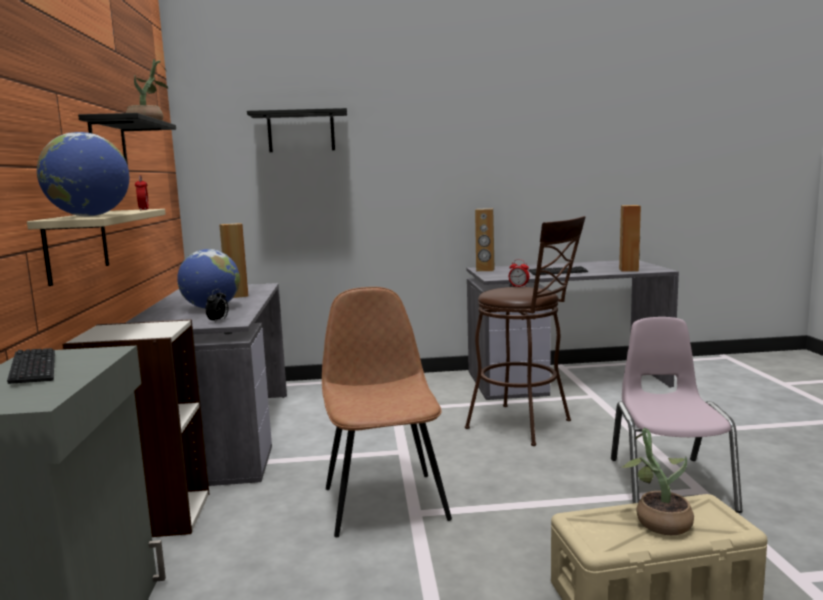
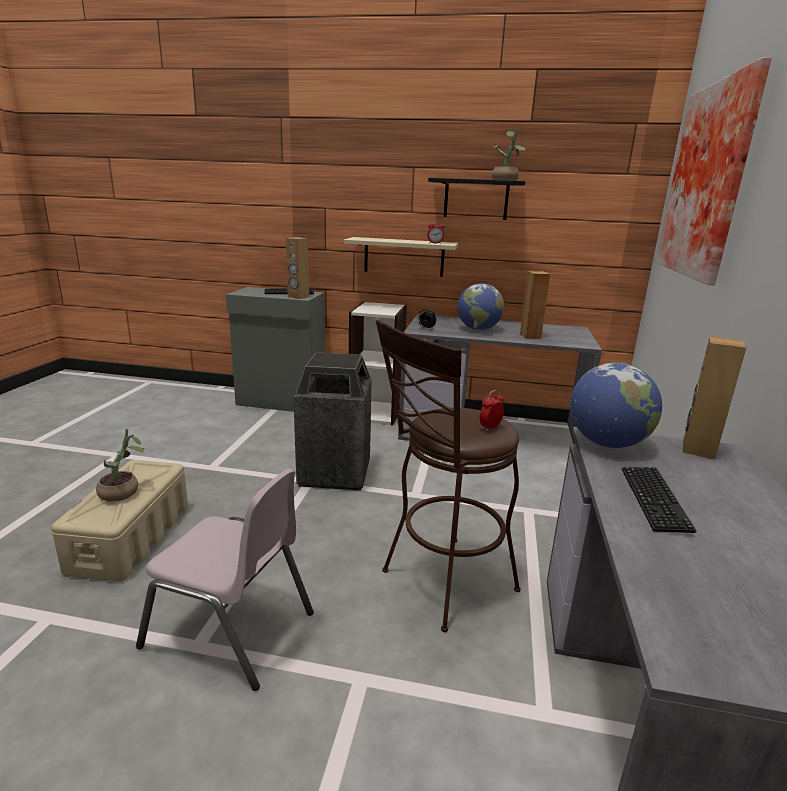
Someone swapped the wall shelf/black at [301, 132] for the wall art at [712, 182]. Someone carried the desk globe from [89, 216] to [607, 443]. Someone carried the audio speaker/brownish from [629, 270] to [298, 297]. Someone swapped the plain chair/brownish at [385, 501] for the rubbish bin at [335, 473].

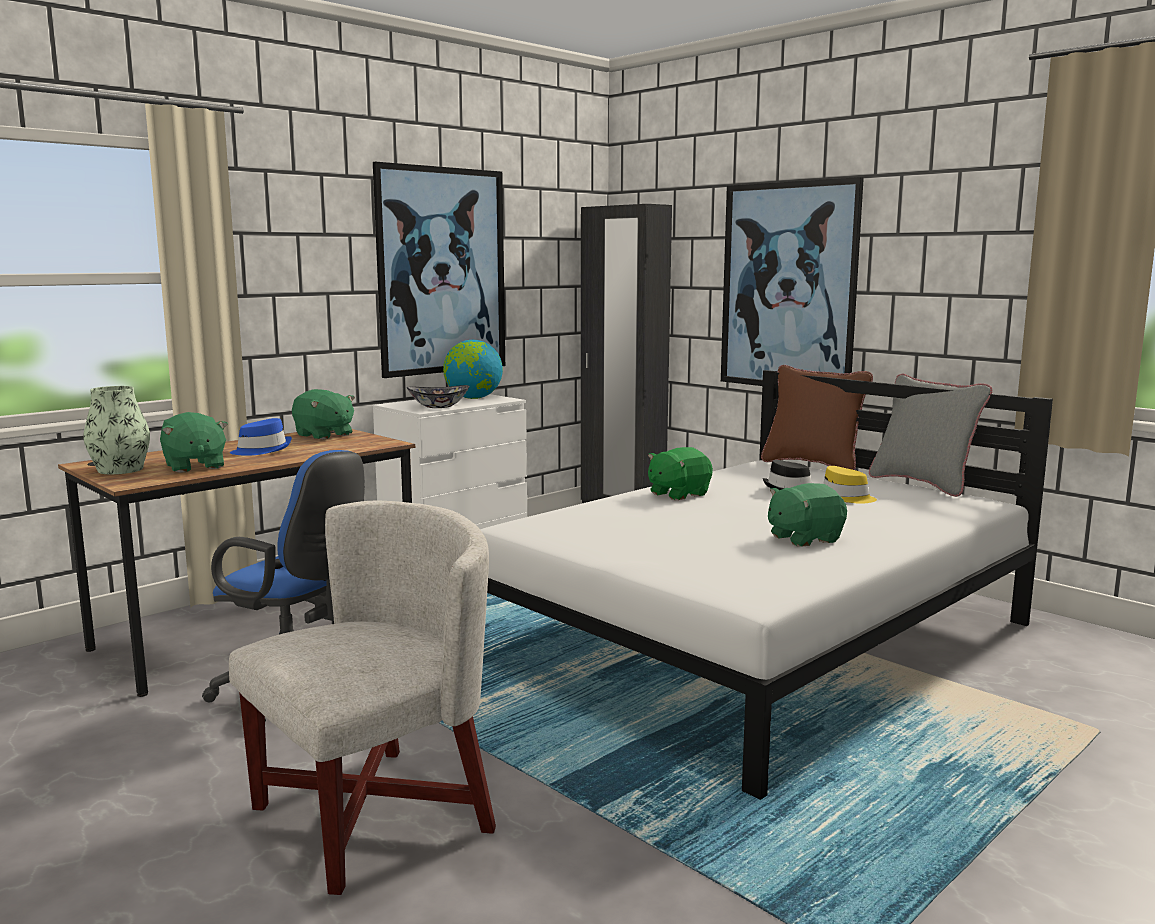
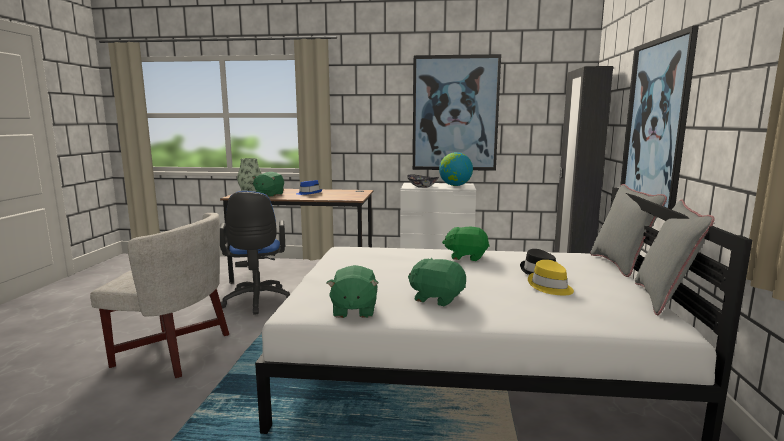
Someone repainted the cushion/brownish at [812, 465], which became the cushion/grey at [620, 265]. Someone carried the plush toy/green-coloured from [324, 435] to [353, 310].

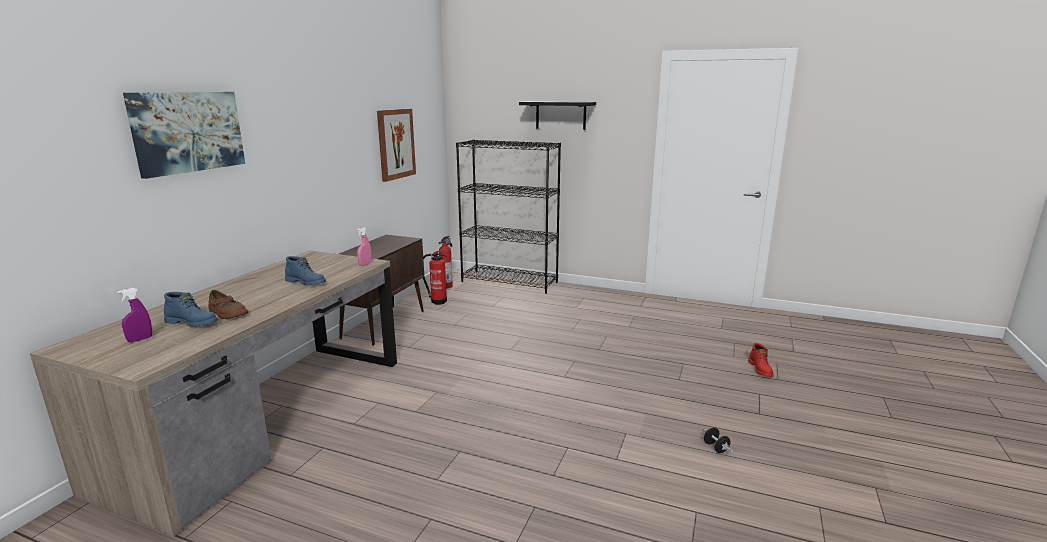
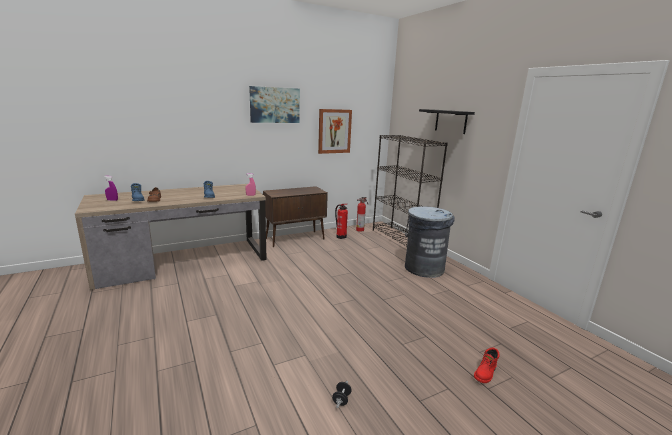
Someone carried the wall art from [188, 132] to [275, 105]. Someone put down the rubbish bin/grey at [424, 268].

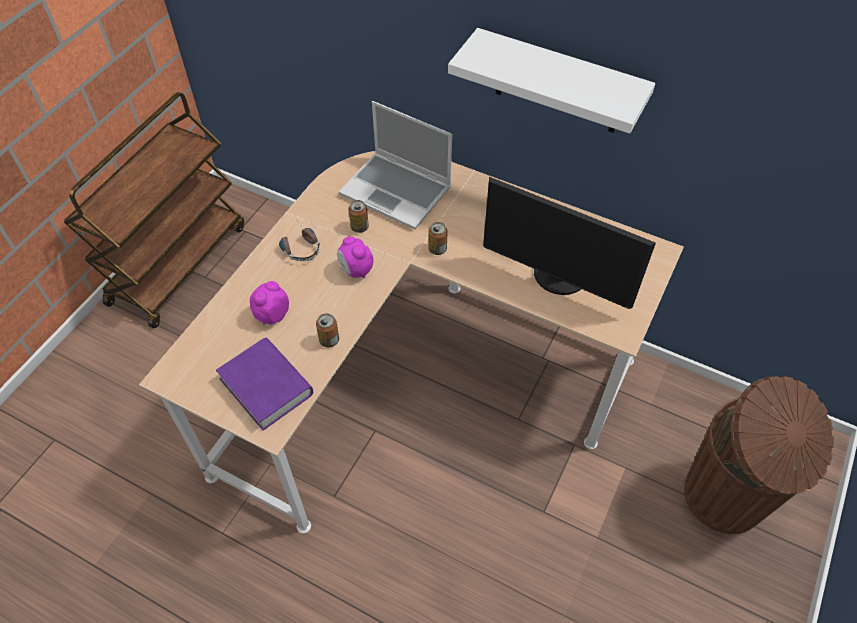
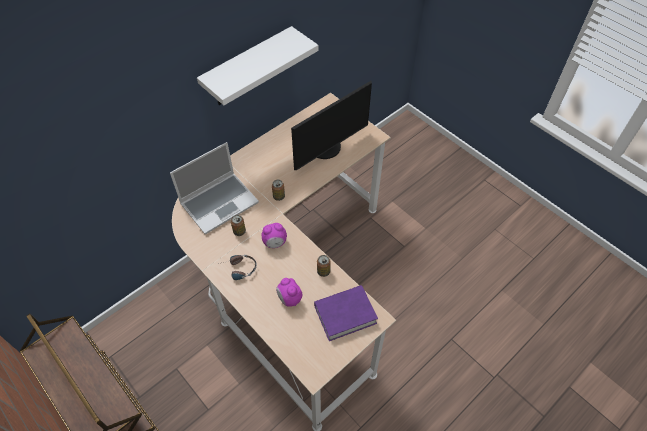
Someone took away the rubbish bin/brownish at [726, 498].

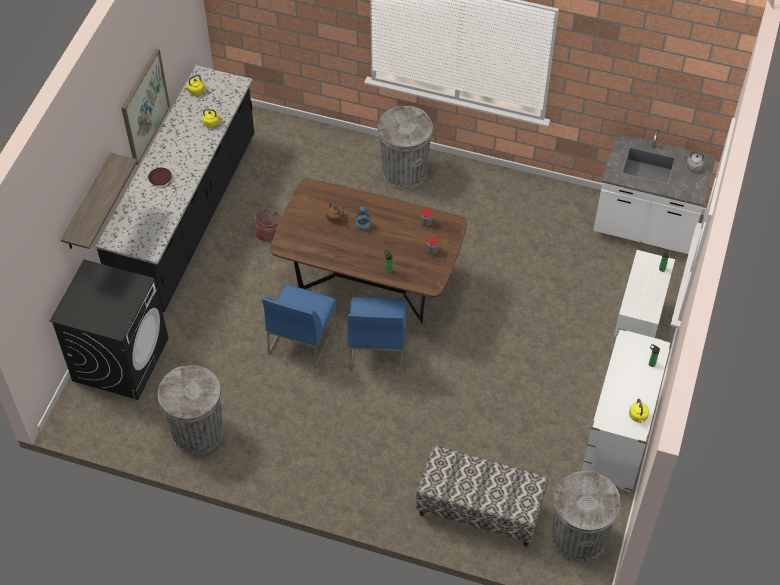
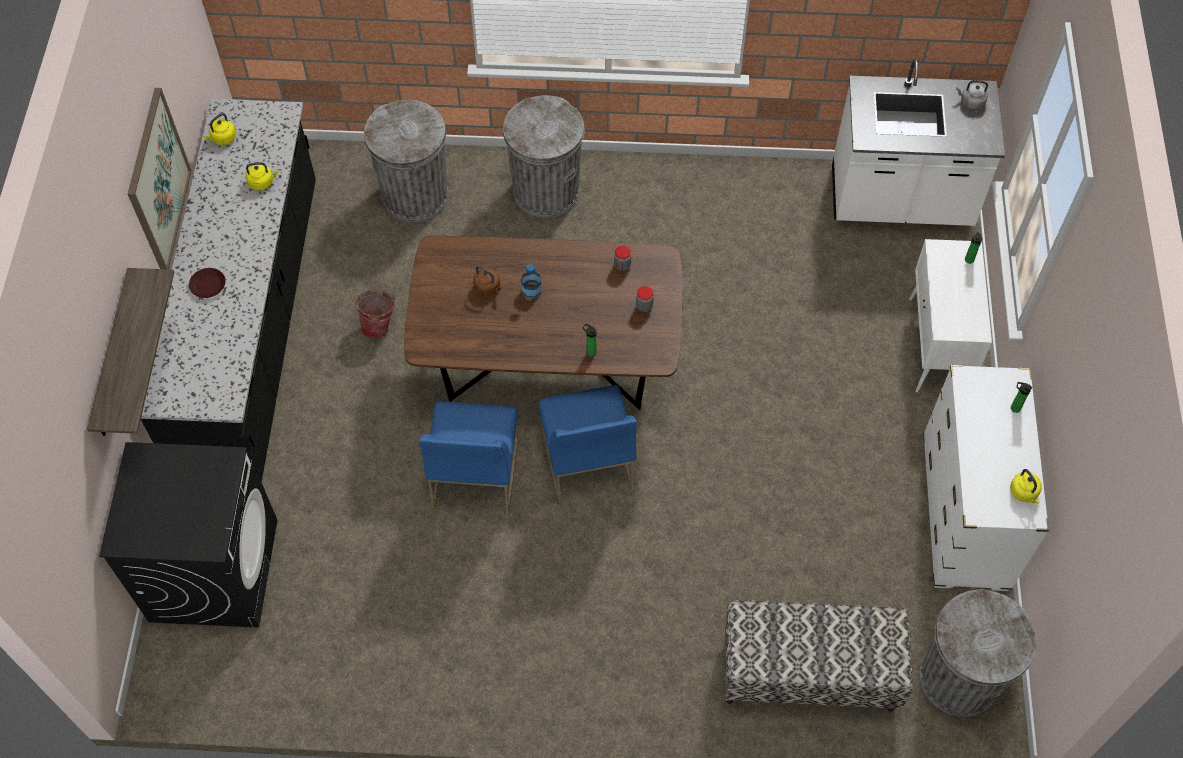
Someone carried the rubbish bin/grey from [198, 432] to [415, 195].

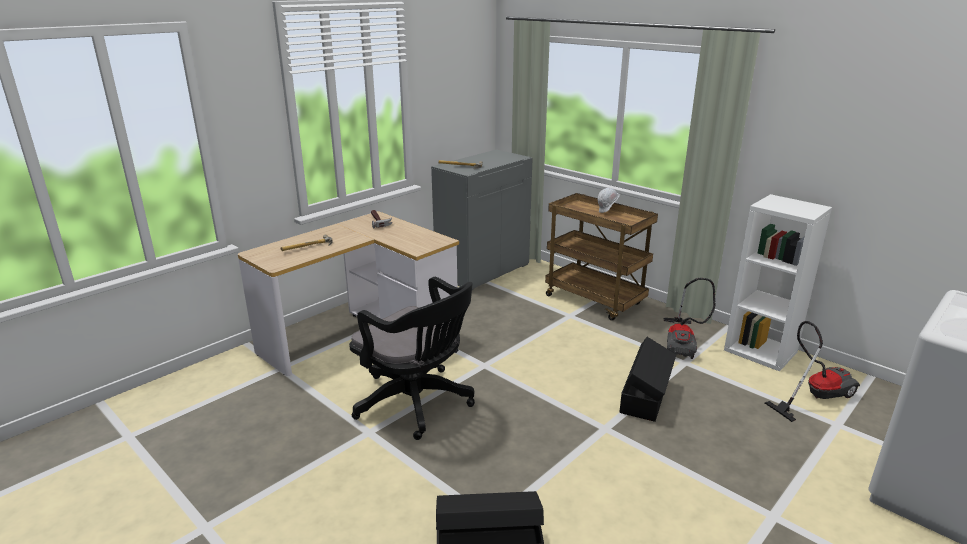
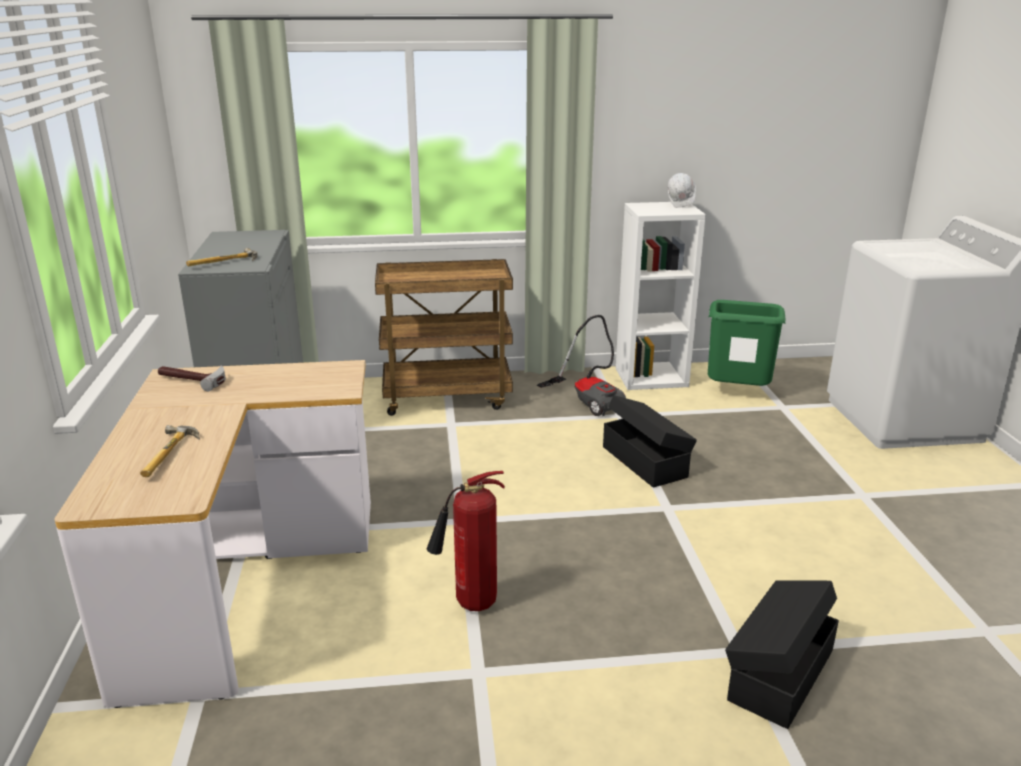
Someone carried the work helmet/white from [607, 211] to [681, 205]. Someone swapped the desk chair/black at [417, 404] for the fire extinguisher at [471, 605]. Someone swapped the vacuum cleaner at [814, 395] for the rubbish bin/green-coloured at [737, 393].

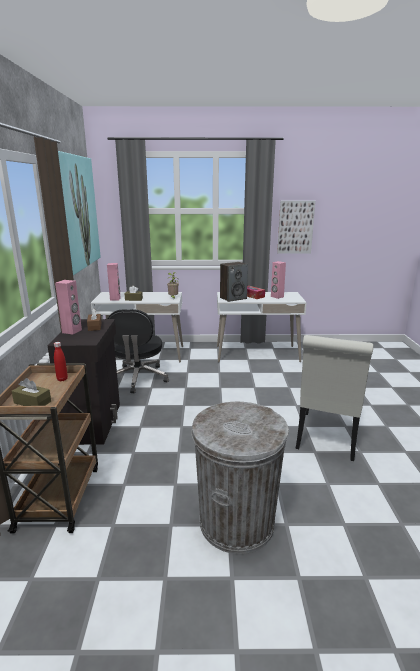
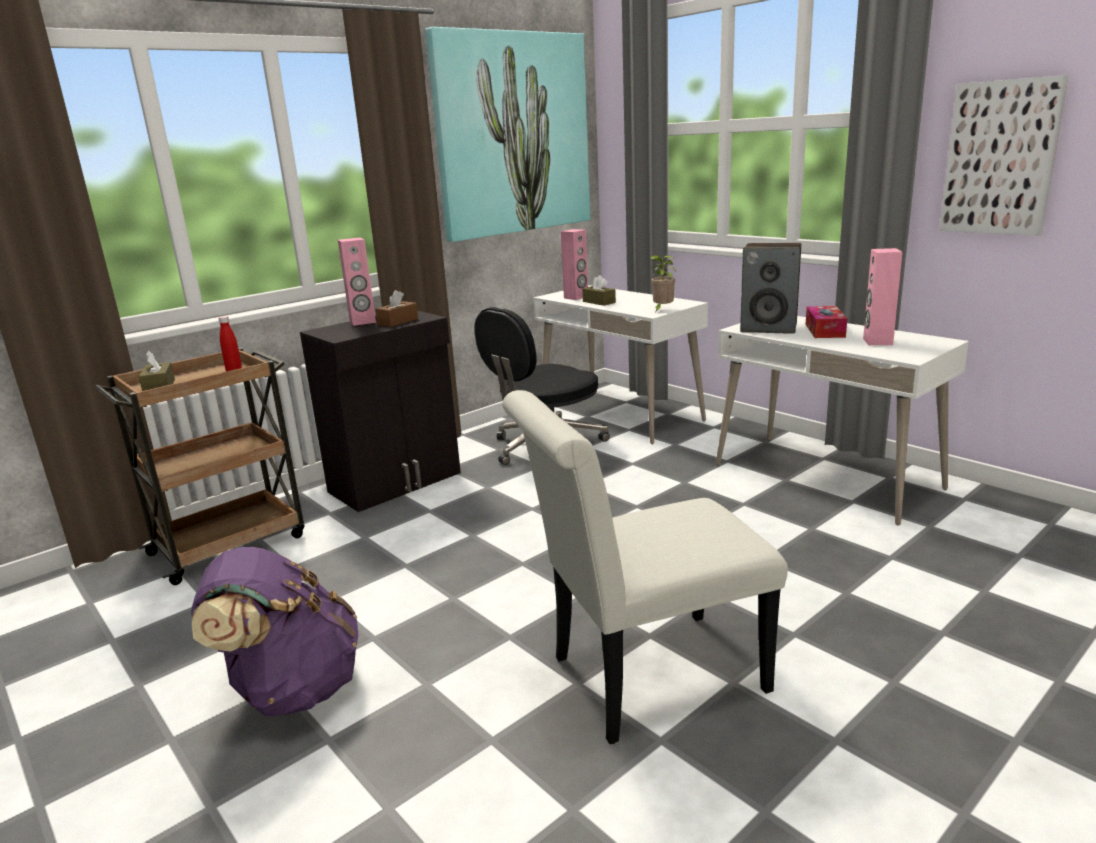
Someone swapped the rubbish bin/grey at [236, 522] for the rucksack/purple-coloured at [292, 688].

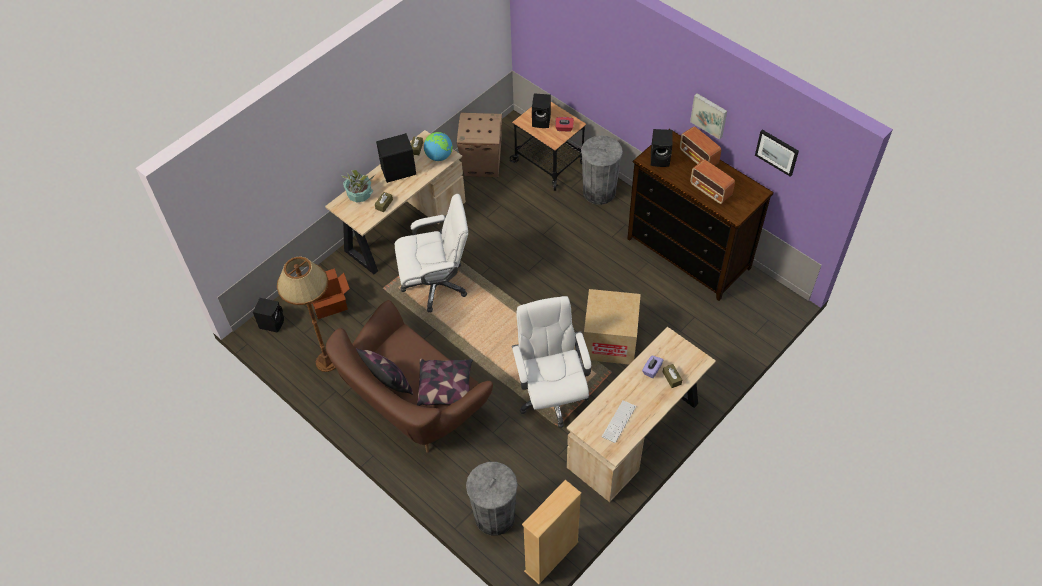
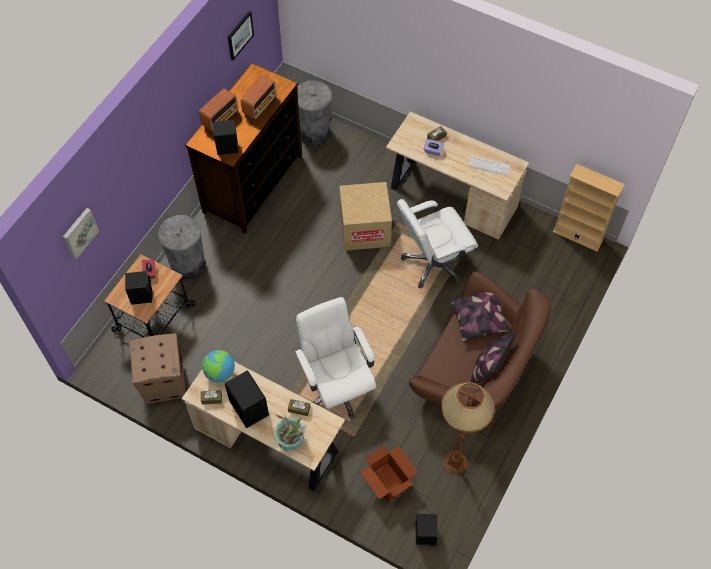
Someone carried the wall art from [709, 115] to [79, 232]. Someone carried the rubbish bin/grey from [494, 516] to [314, 133].

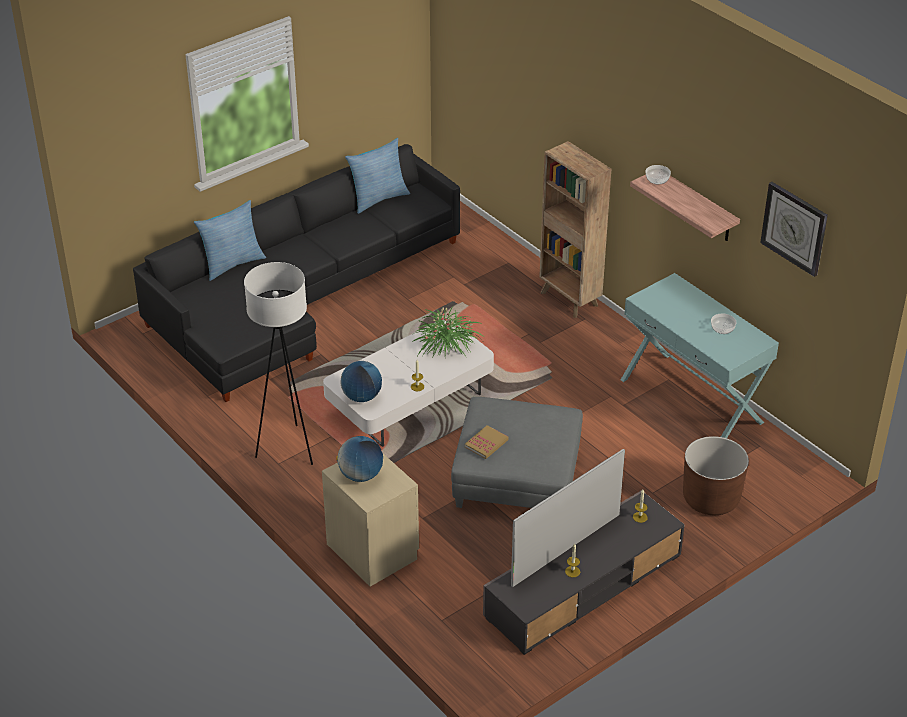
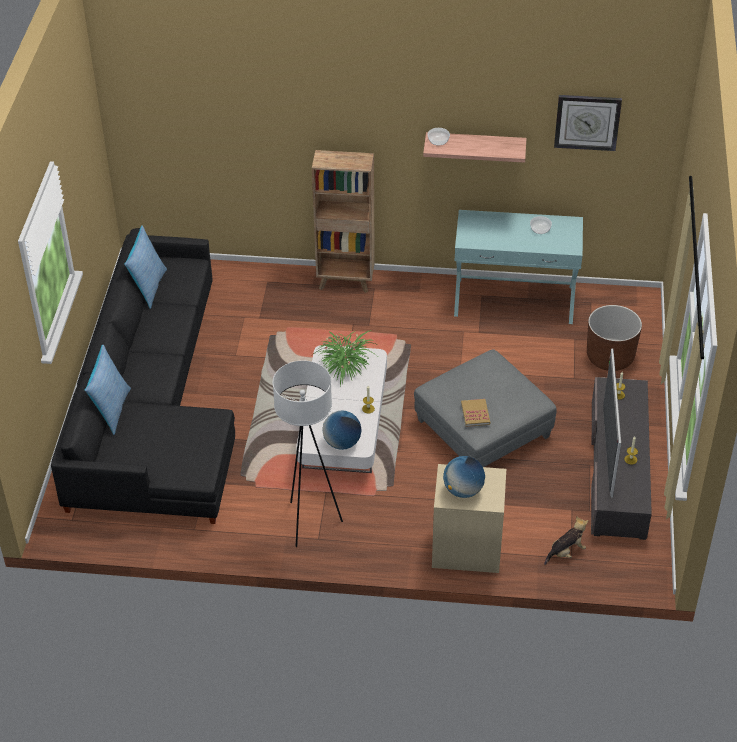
Someone put down the plush toy at [566, 552].

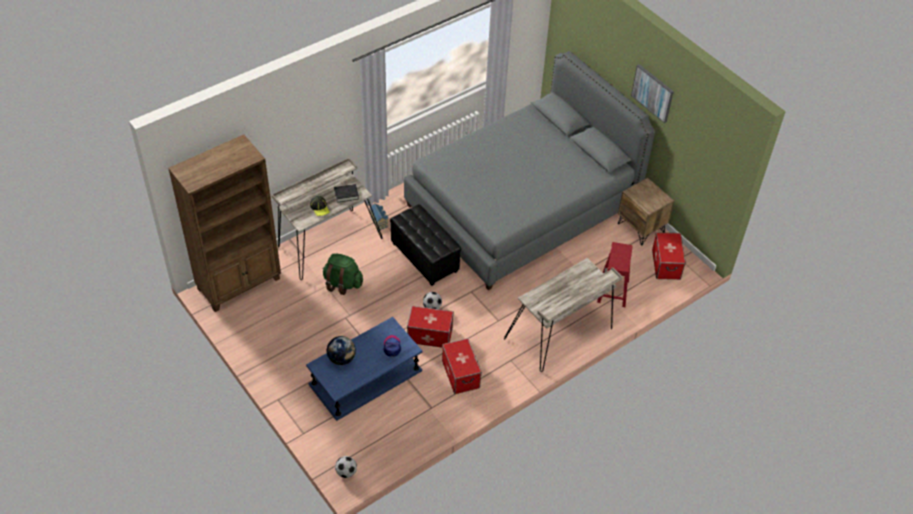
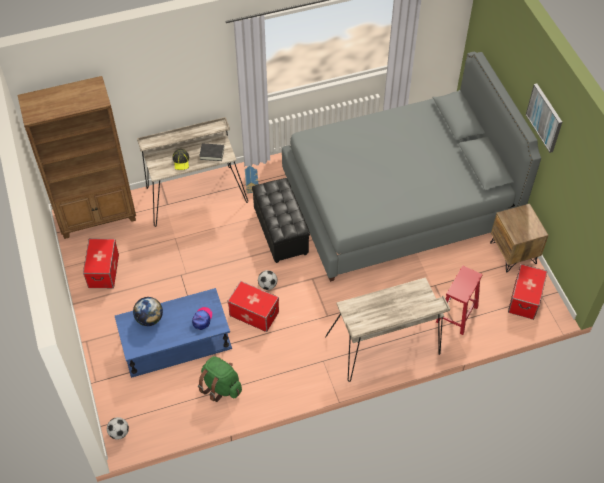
Someone carried the rucksack/green-coloured from [342, 283] to [221, 386]. Someone carried the storage bin from [460, 374] to [103, 271].

